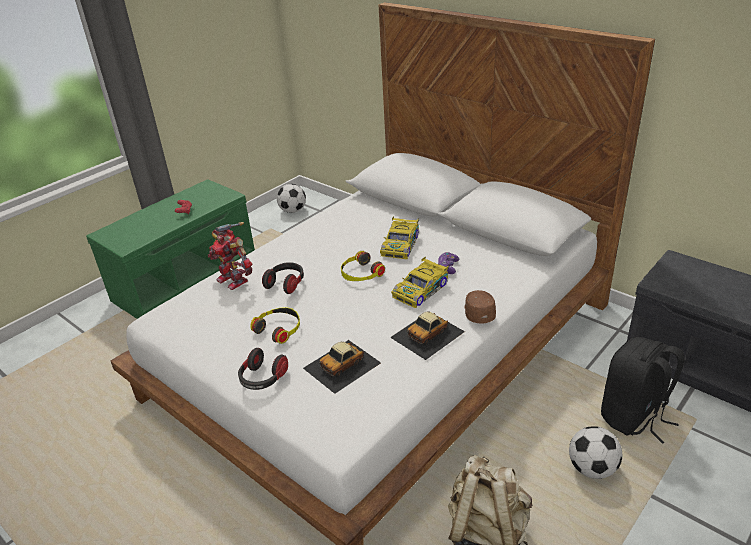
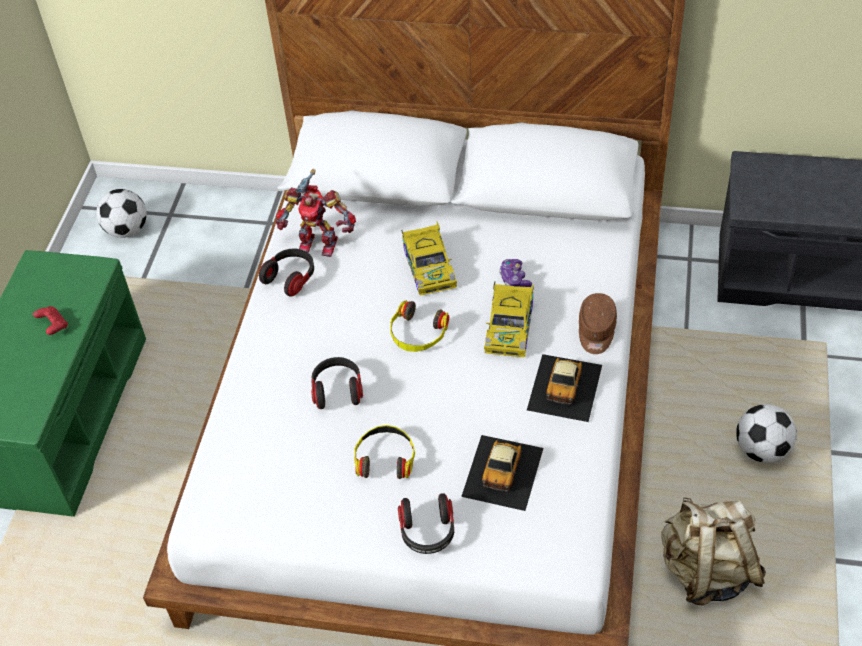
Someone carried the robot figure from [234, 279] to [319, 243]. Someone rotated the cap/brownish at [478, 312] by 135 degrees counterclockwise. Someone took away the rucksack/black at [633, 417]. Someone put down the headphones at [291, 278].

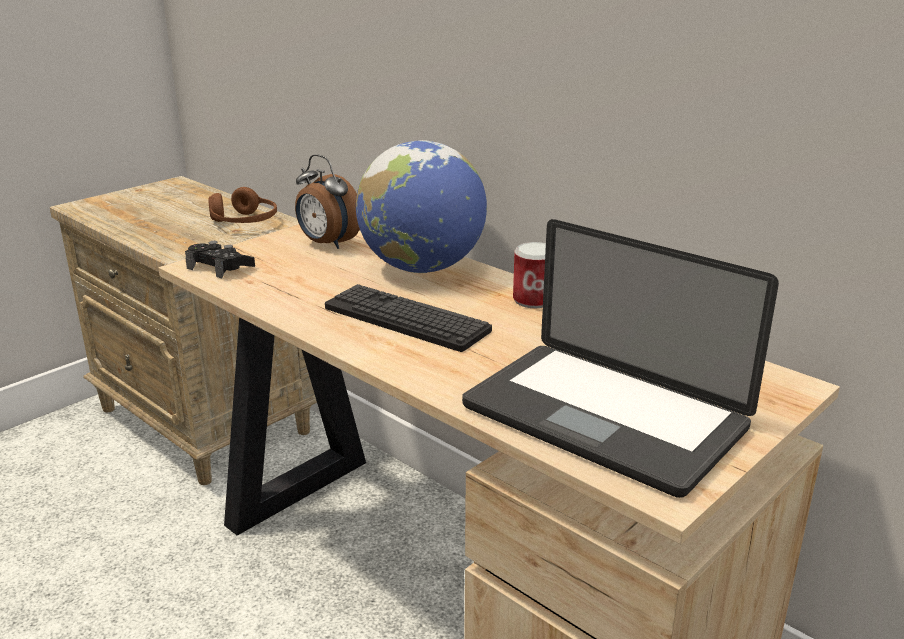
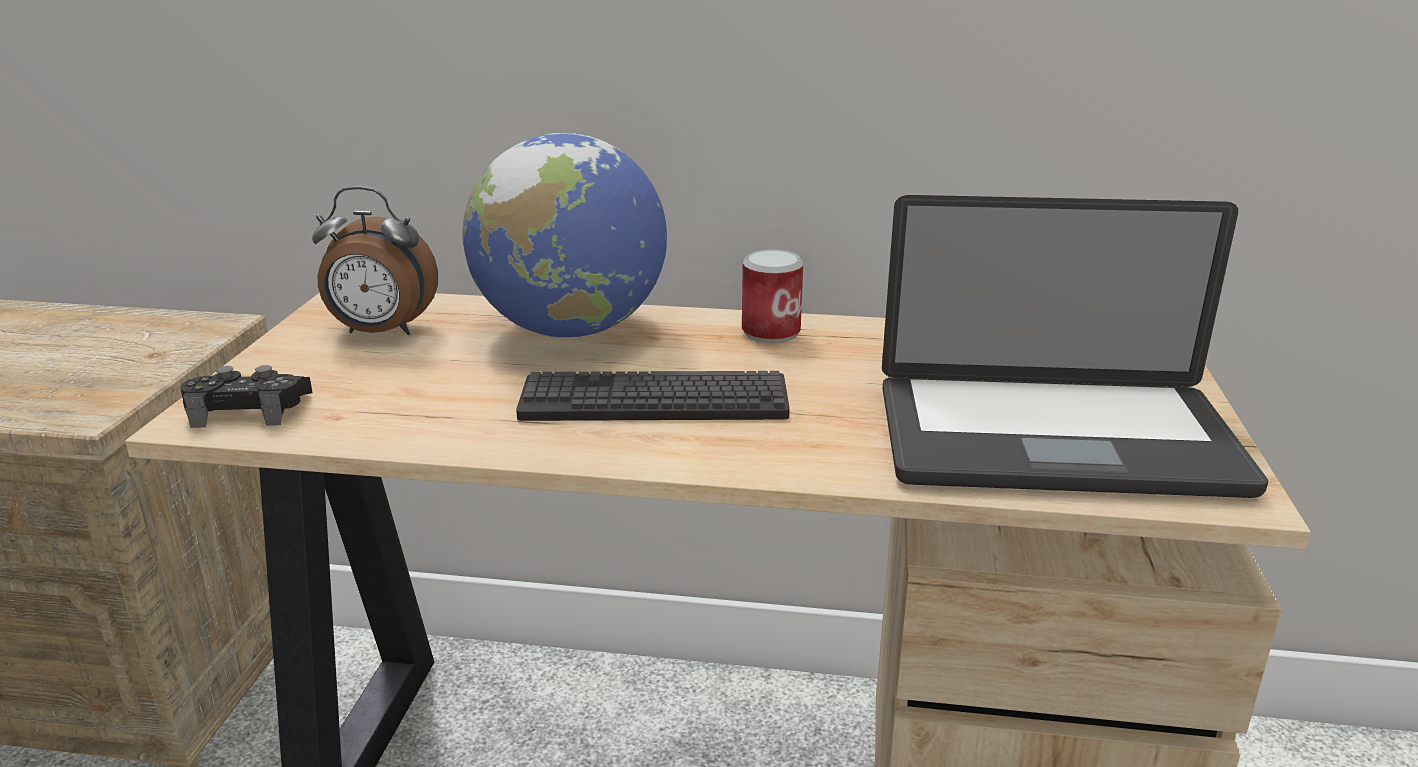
Someone took away the headphones/brownish at [244, 222].

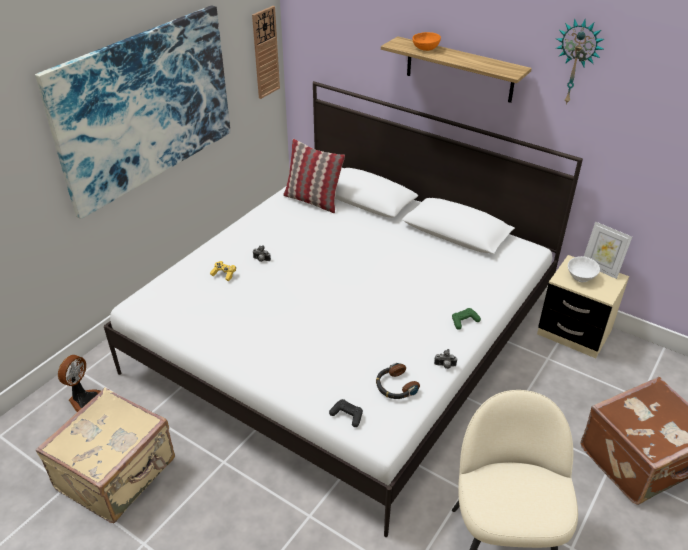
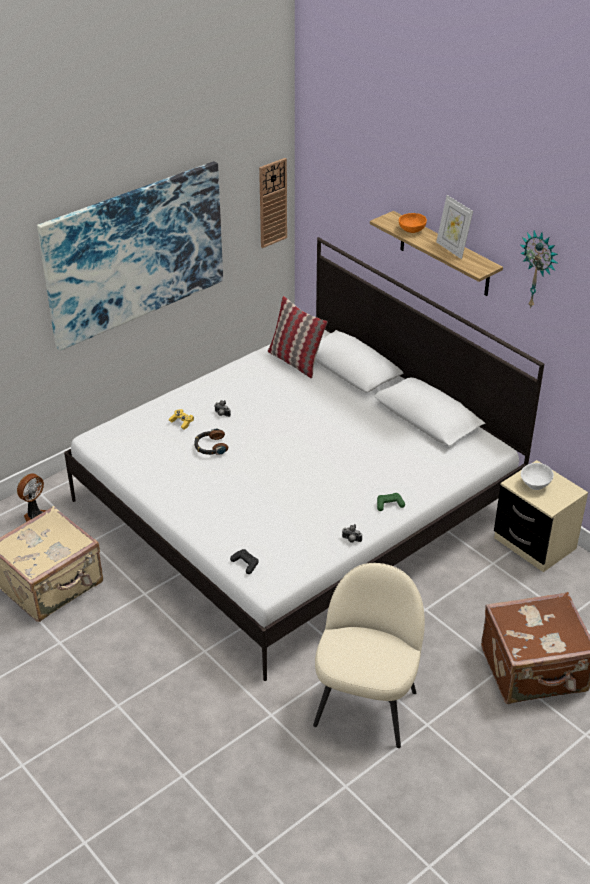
Someone carried the picture frame from [600, 269] to [452, 249]. Someone carried the headphones from [395, 386] to [210, 446].

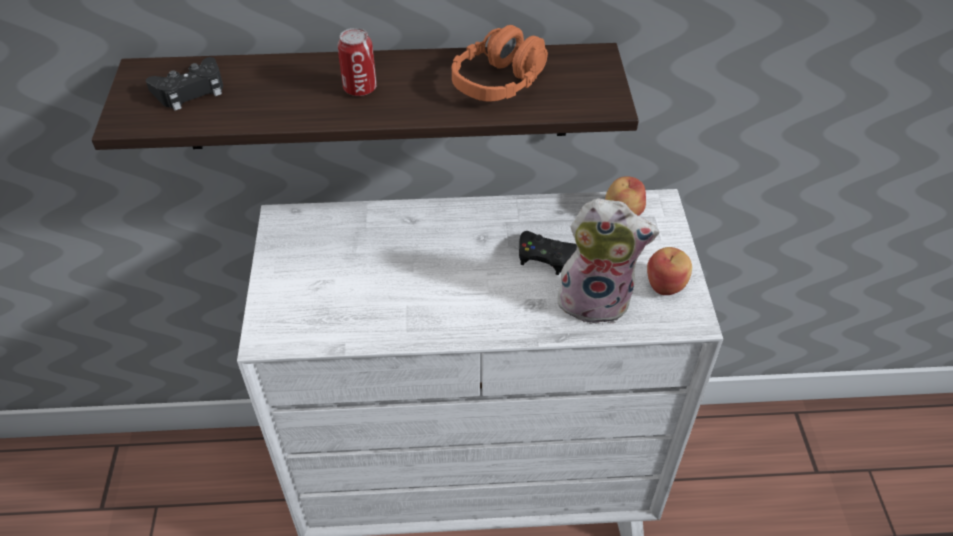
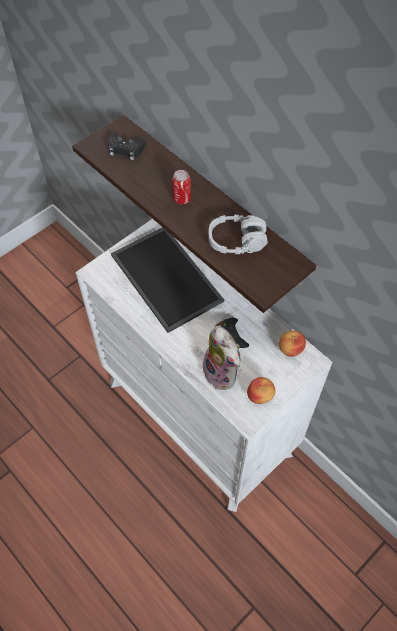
Someone repainted the headphones/orange at [499, 81], which became the headphones/grey at [237, 241]. Someone put down the serving tray at [168, 278].

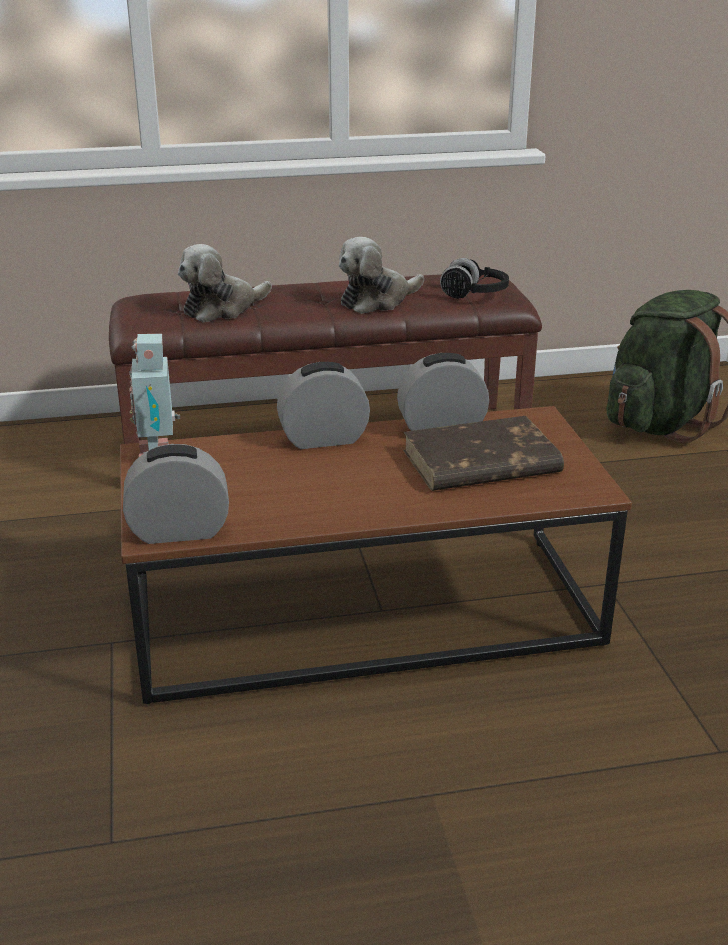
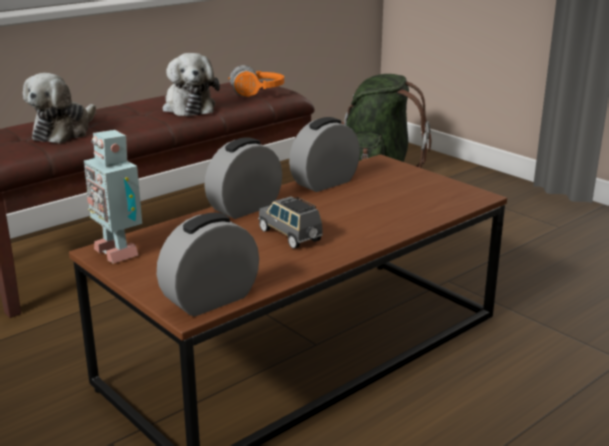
Someone rotated the plush toy at [377, 300] by 45 degrees counterclockwise. Someone repainted the headphones/black at [474, 295], which became the headphones/orange at [257, 93]. Someone took away the bound book/brownish at [479, 463]. Someone put down the toy car/grey at [290, 236].

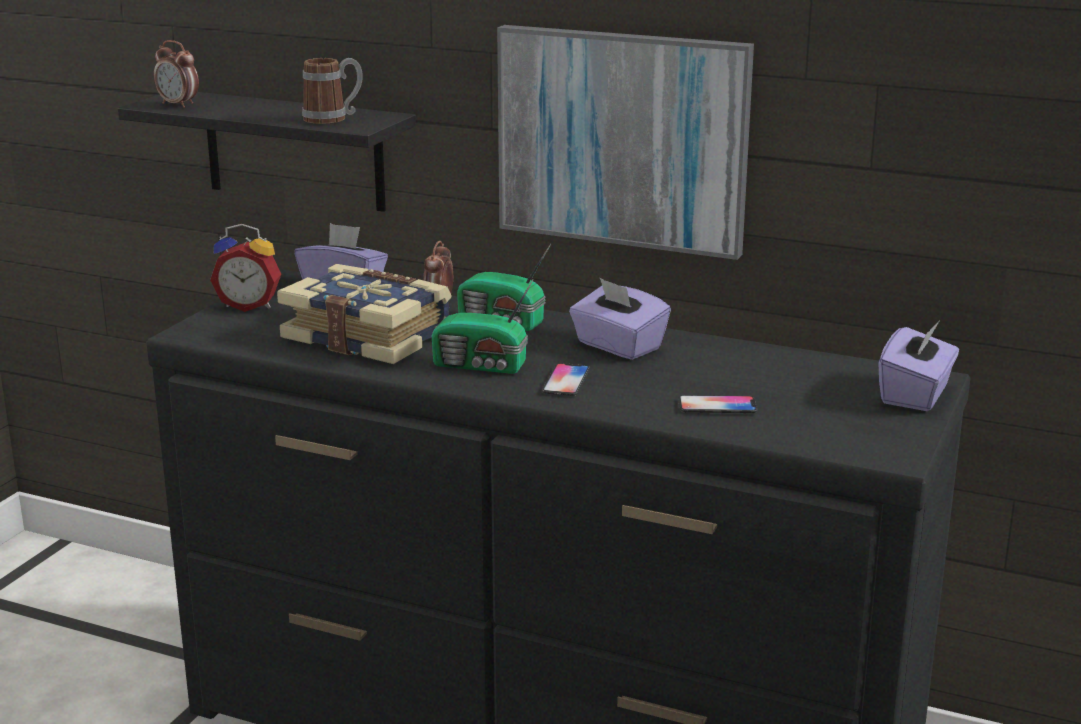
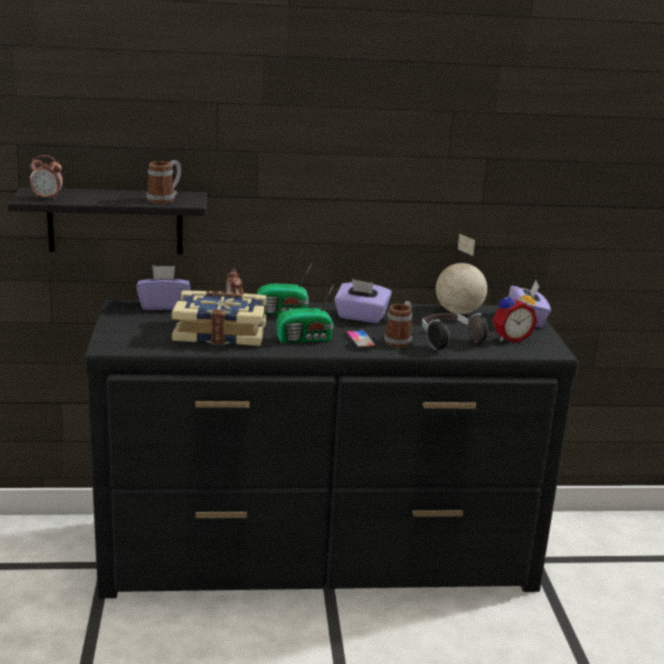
Someone took away the wall art at [622, 139]. Someone carried the alarm clock from [250, 305] to [510, 338]. Someone swapped the handset at [717, 406] for the headphones at [449, 341]. Someone put down the desk globe at [458, 312]. Someone put down the coffee mug at [399, 340].

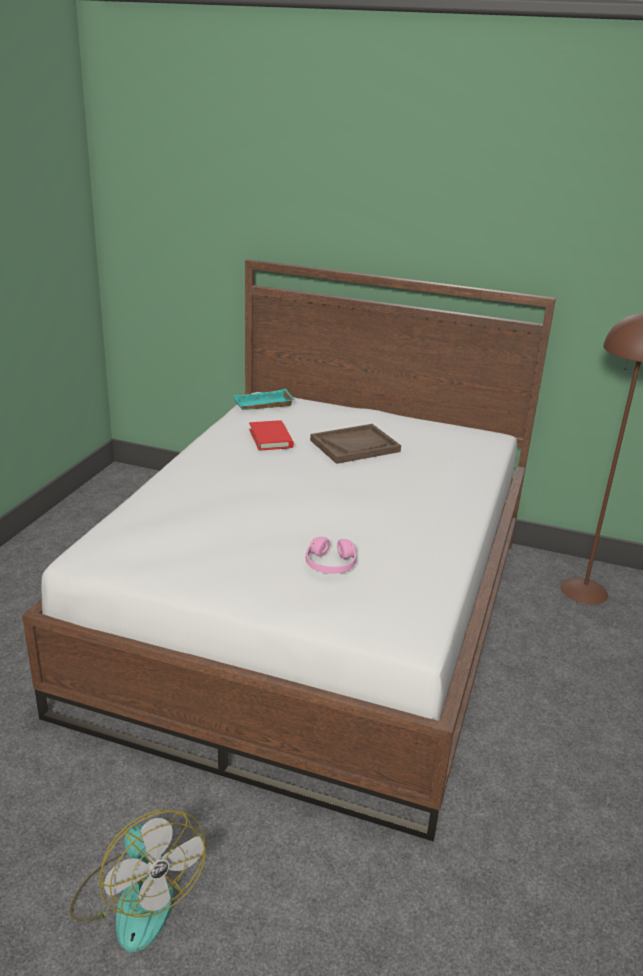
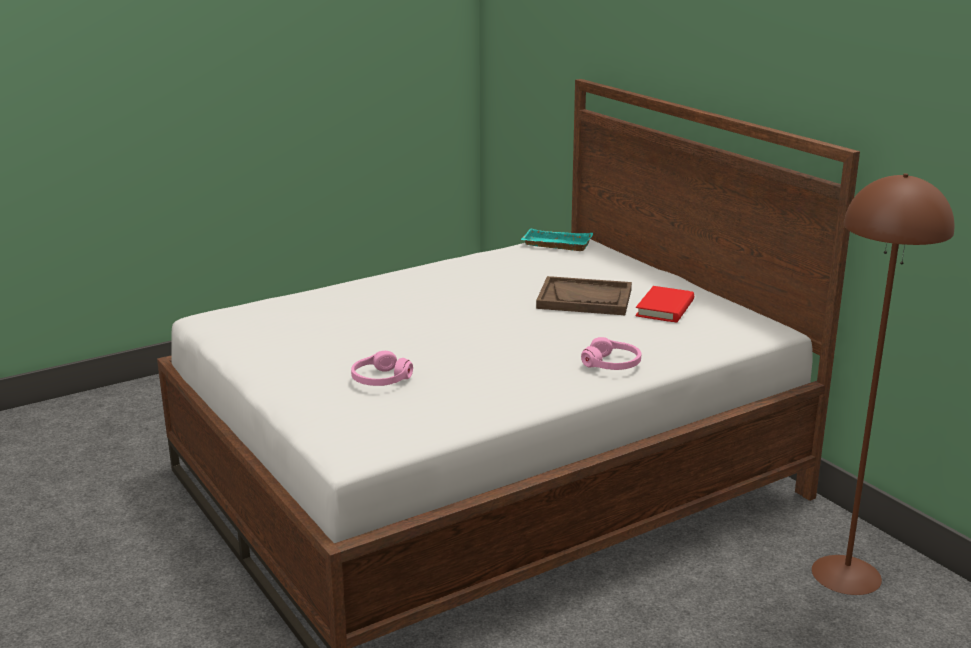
Someone carried the bound book/reddish from [271, 438] to [665, 308]. Someone took away the fan at [136, 898]. Someone put down the headphones/pink-coloured at [612, 364].

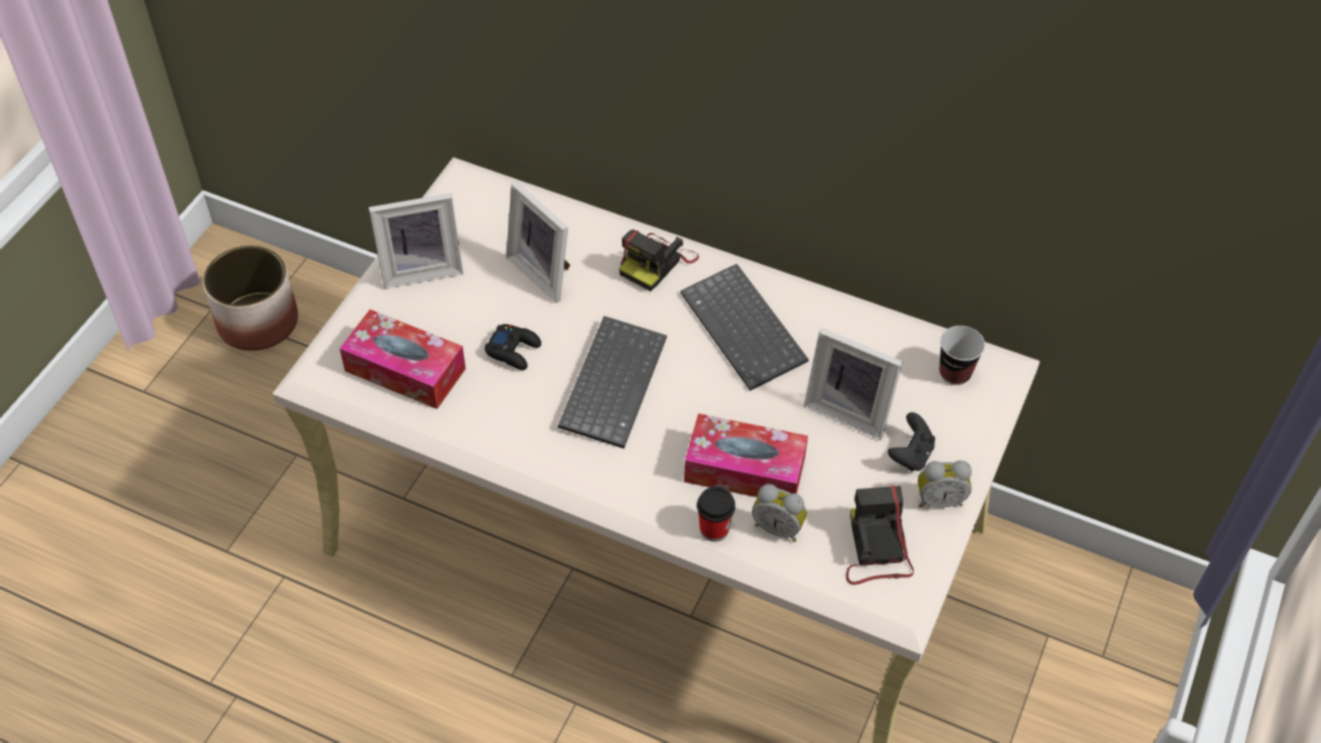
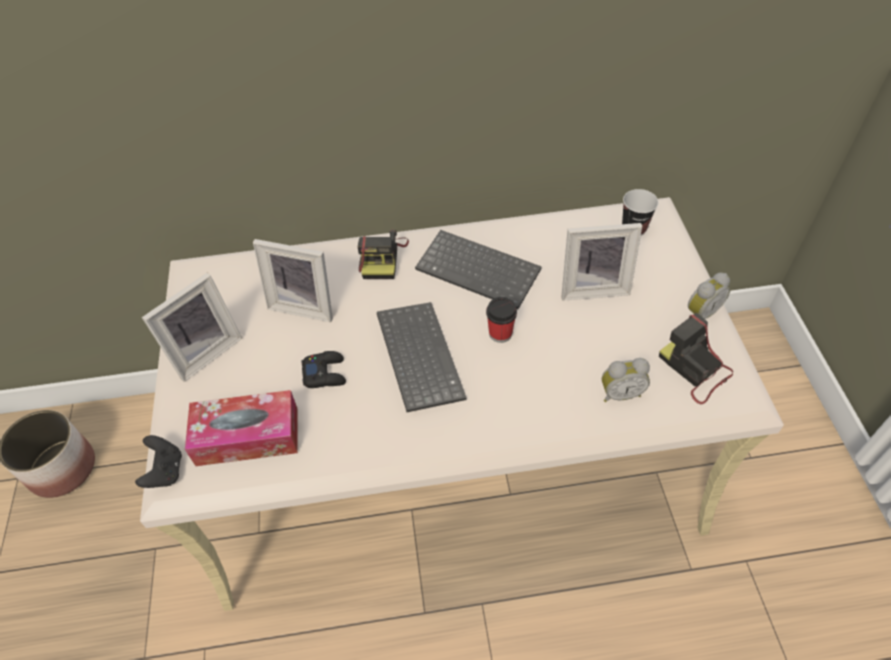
Someone carried the joypad/black from [910, 455] to [165, 471]. Someone took away the box of tissues at [744, 469]. Someone carried the small cup from [714, 529] to [500, 333].

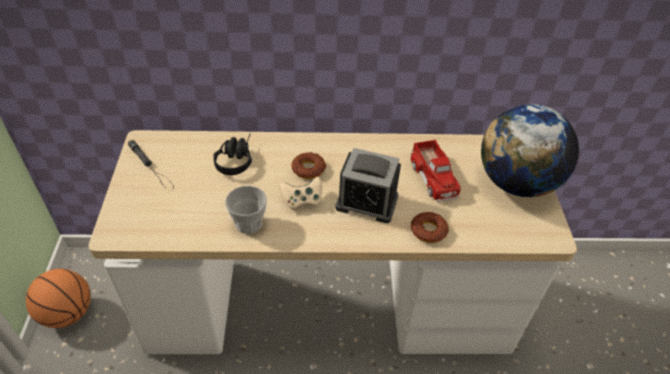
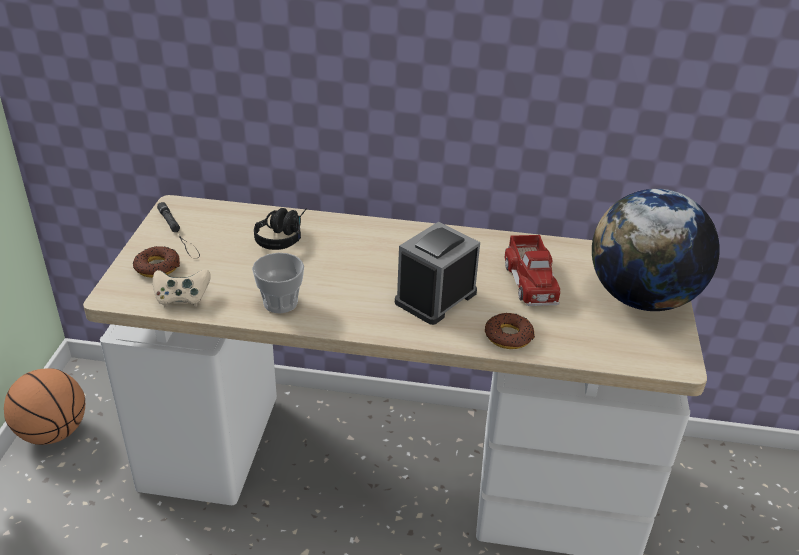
Someone rotated the alarm clock at [367, 202] by 105 degrees clockwise. Someone carried the ring doughnut from [308, 169] to [157, 267]. Someone carried the joypad/beige from [302, 200] to [182, 298].

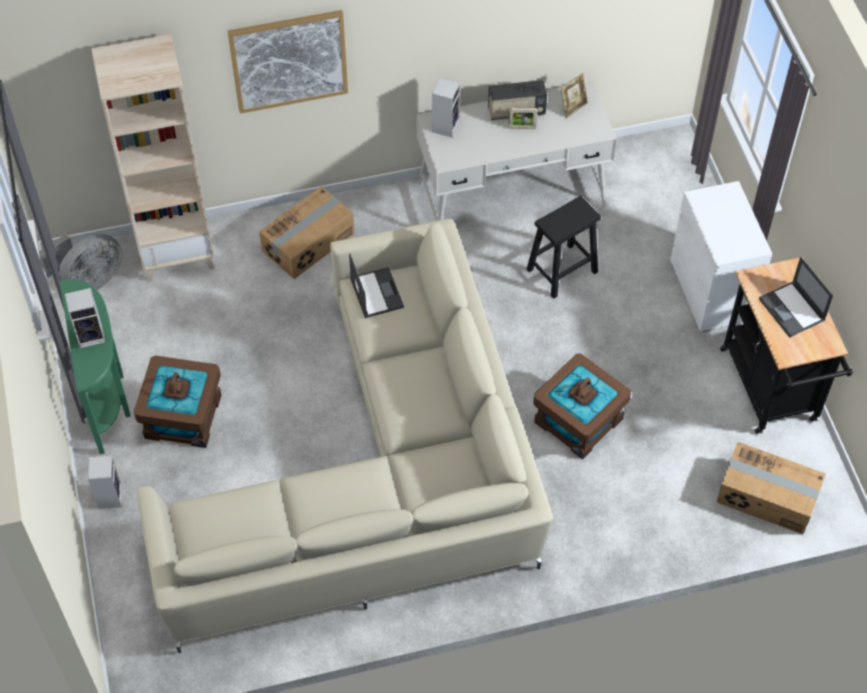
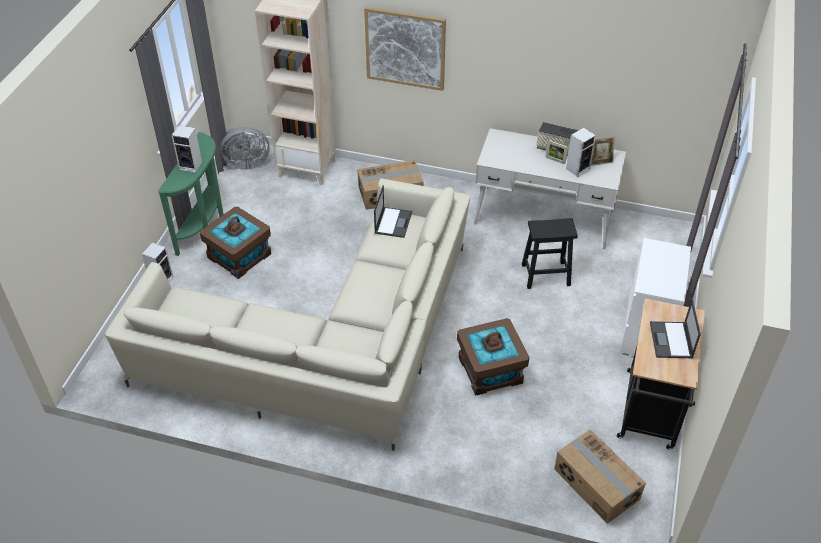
Someone carried the audio speaker from [445, 125] to [578, 168].

